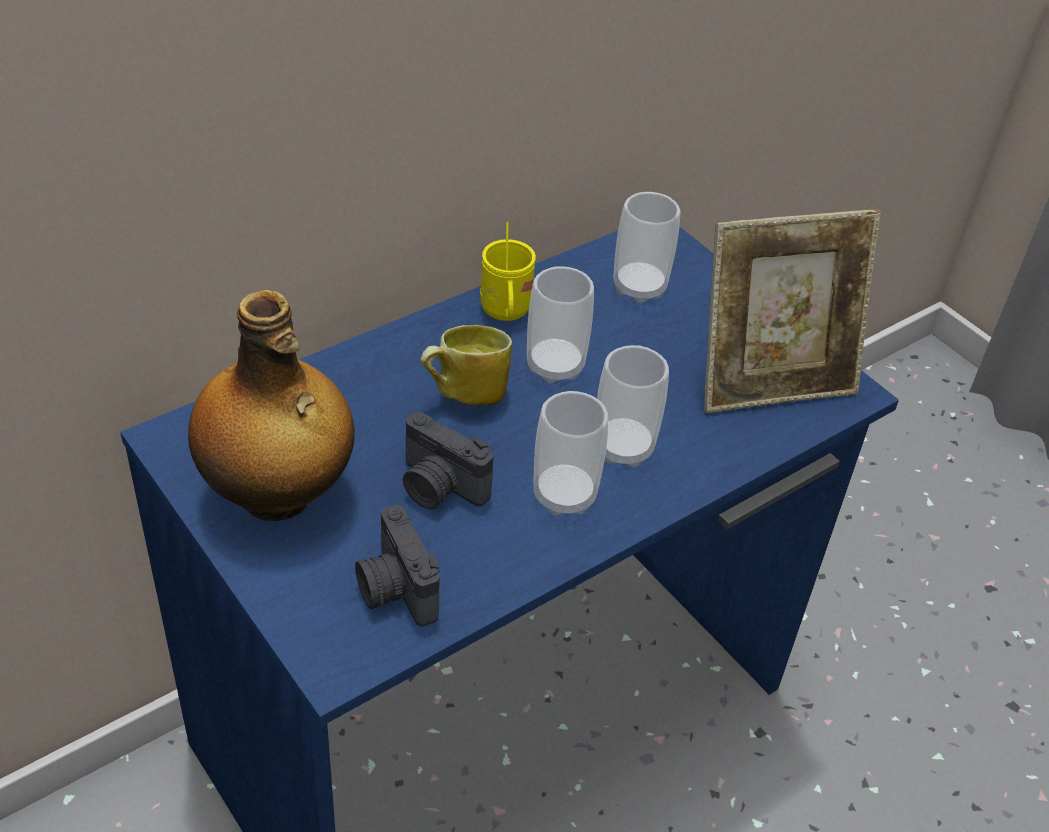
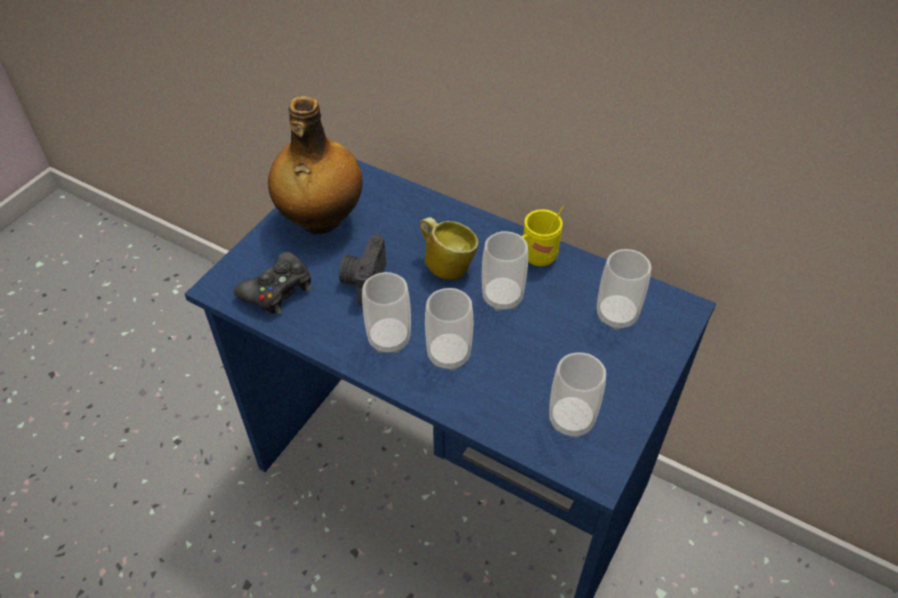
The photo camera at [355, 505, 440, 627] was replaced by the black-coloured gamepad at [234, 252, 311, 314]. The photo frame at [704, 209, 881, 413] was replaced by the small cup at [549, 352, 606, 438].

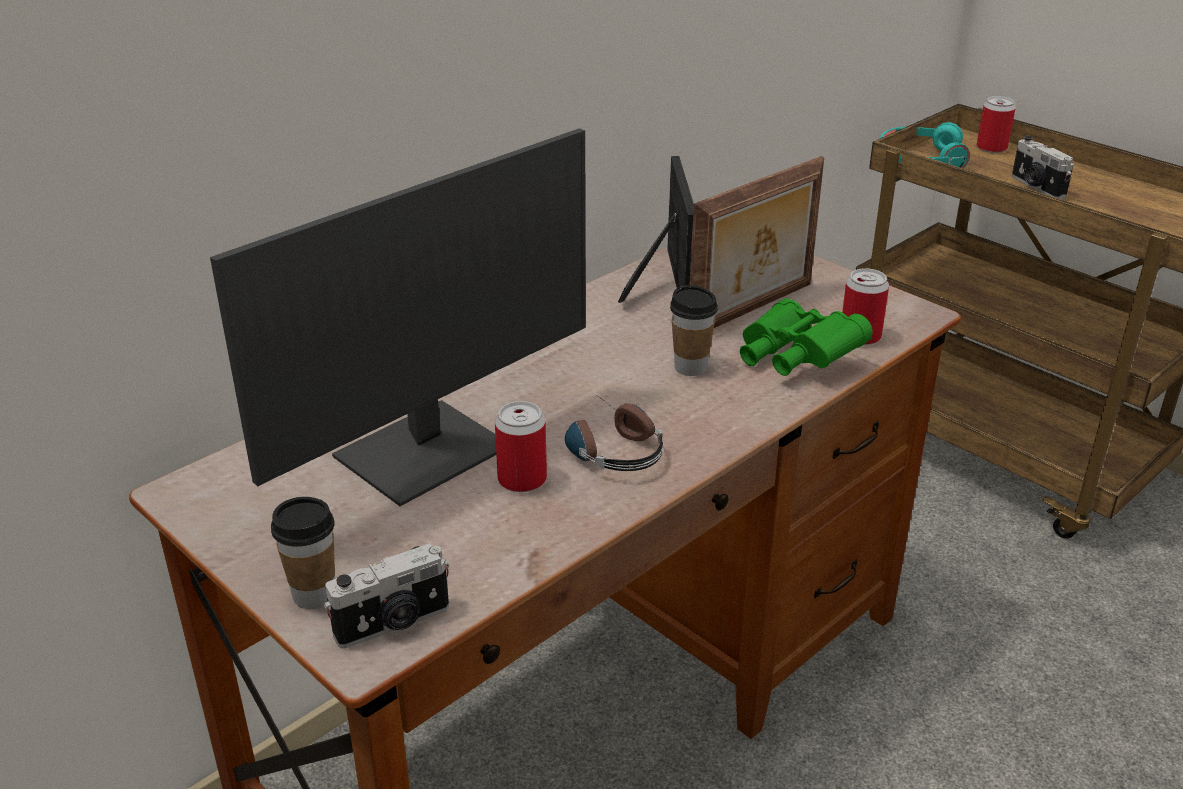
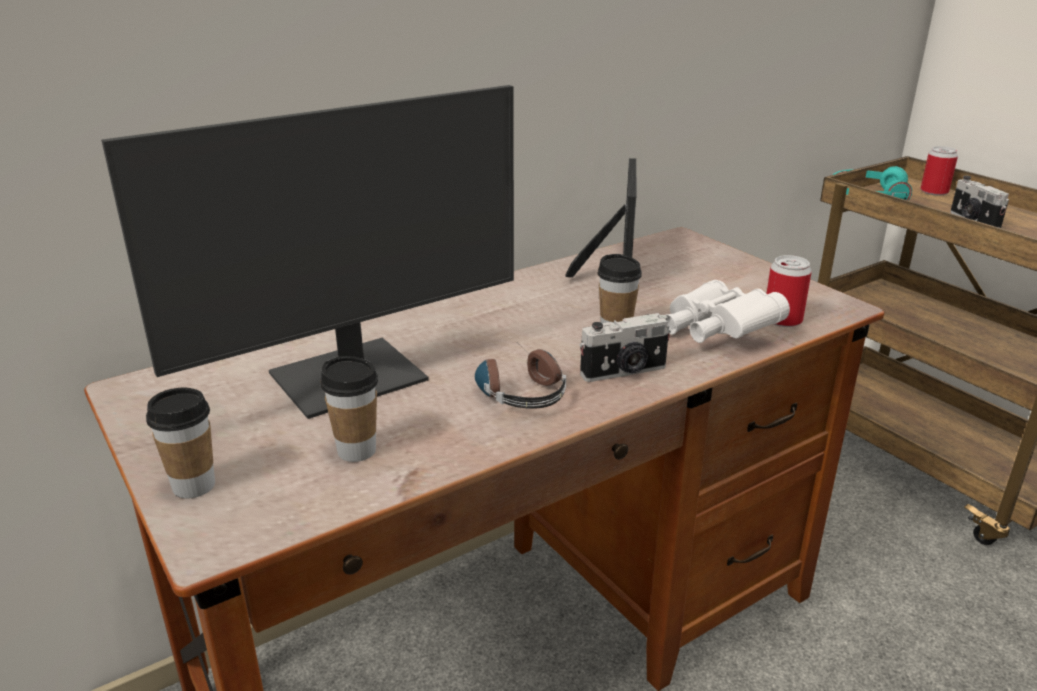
The small cup at [320, 356, 378, 462] appeared. The photo camera moved from [324, 543, 449, 649] to [580, 313, 671, 382]. The green-coloured pair of binoculars at [740, 299, 873, 376] became the whitish pair of binoculars at [666, 280, 790, 343]. The can at [495, 401, 547, 492] disappeared. The photo frame at [690, 156, 824, 328] disappeared.

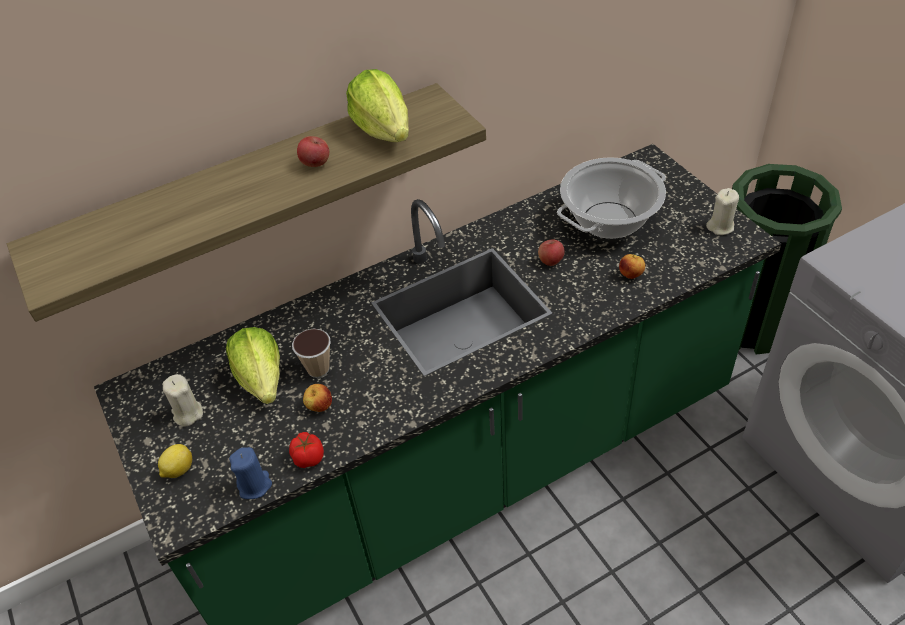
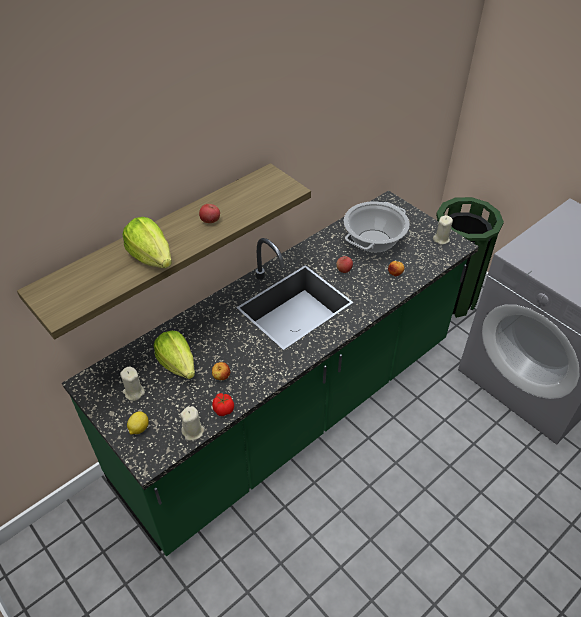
The lettuce moved from [346, 69, 409, 142] to [122, 217, 172, 268]. The bluish wax candle at [229, 447, 272, 499] became the beige wax candle at [180, 406, 205, 441]. The small cup at [292, 329, 331, 378] disappeared.

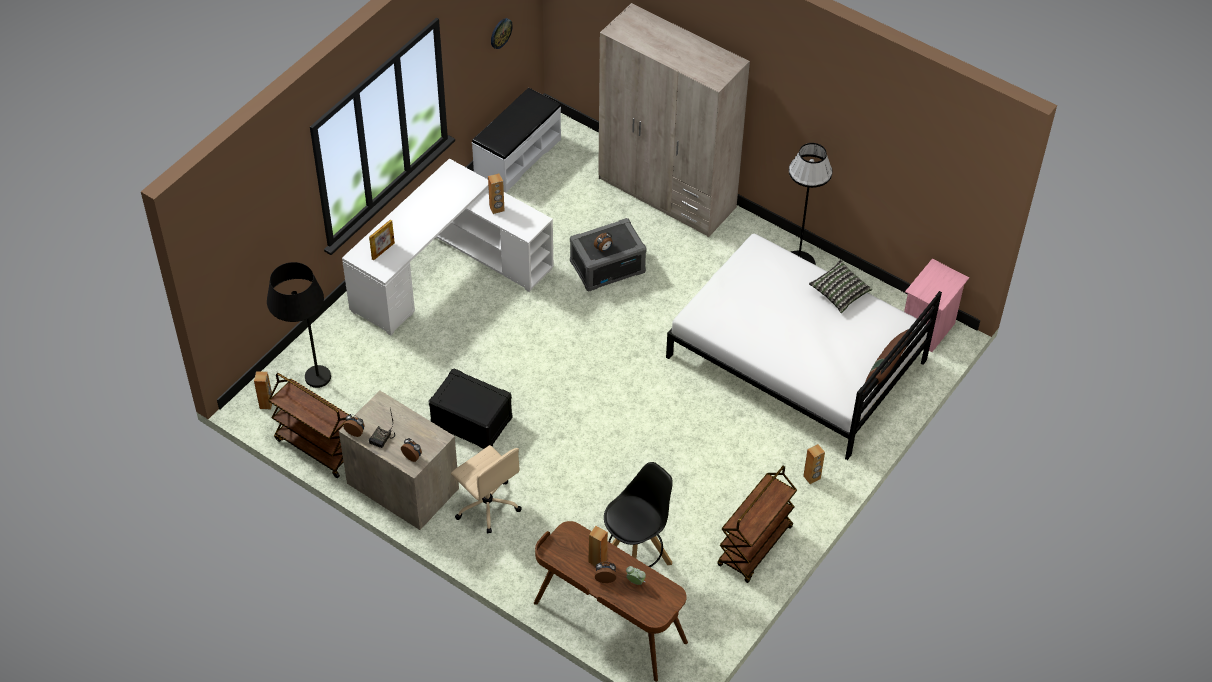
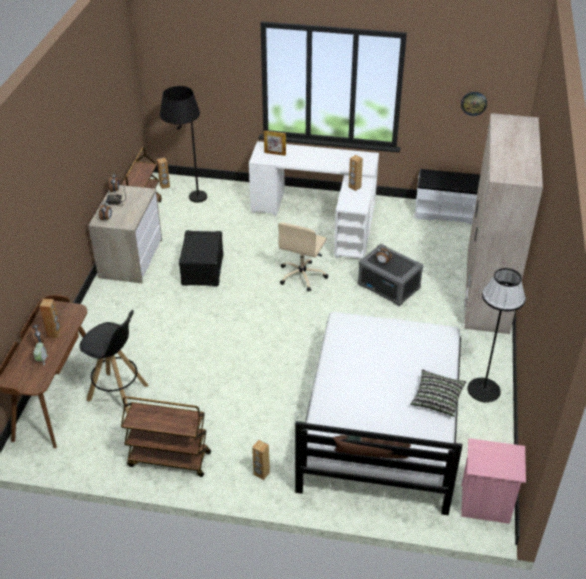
The beige office chair moved from [451, 445, 522, 534] to [278, 223, 328, 292].

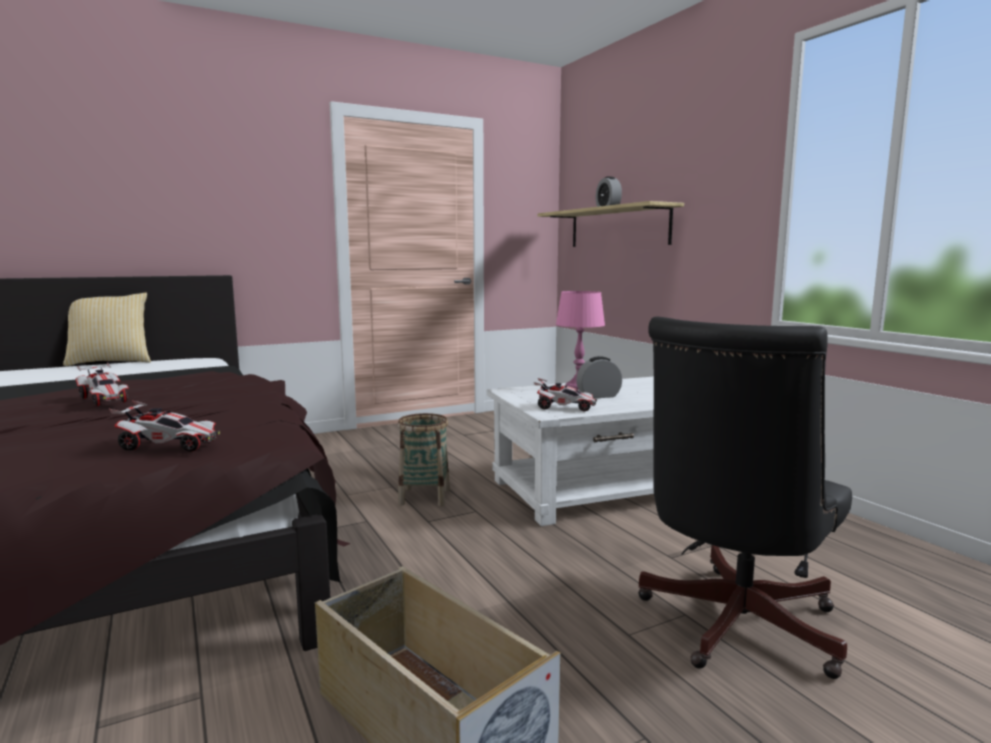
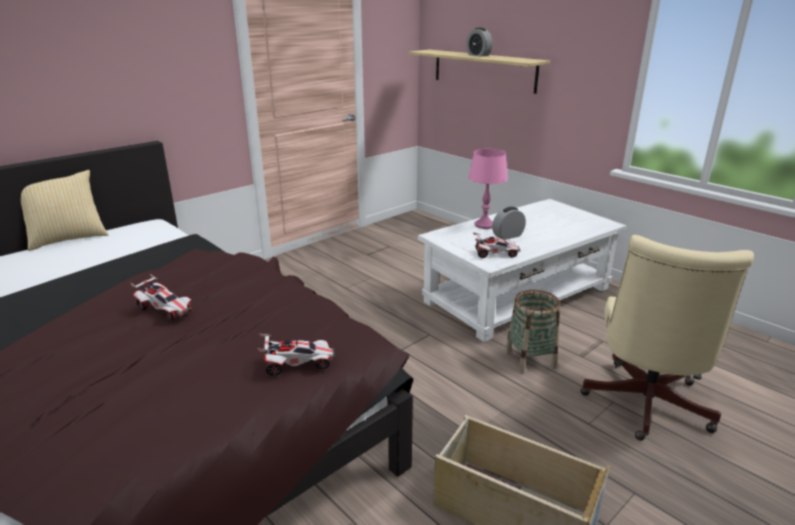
The household basket moved from [398, 413, 450, 506] to [505, 290, 560, 374]. The black-coloured office chair at [638, 317, 852, 679] became the beige office chair at [580, 235, 754, 441].

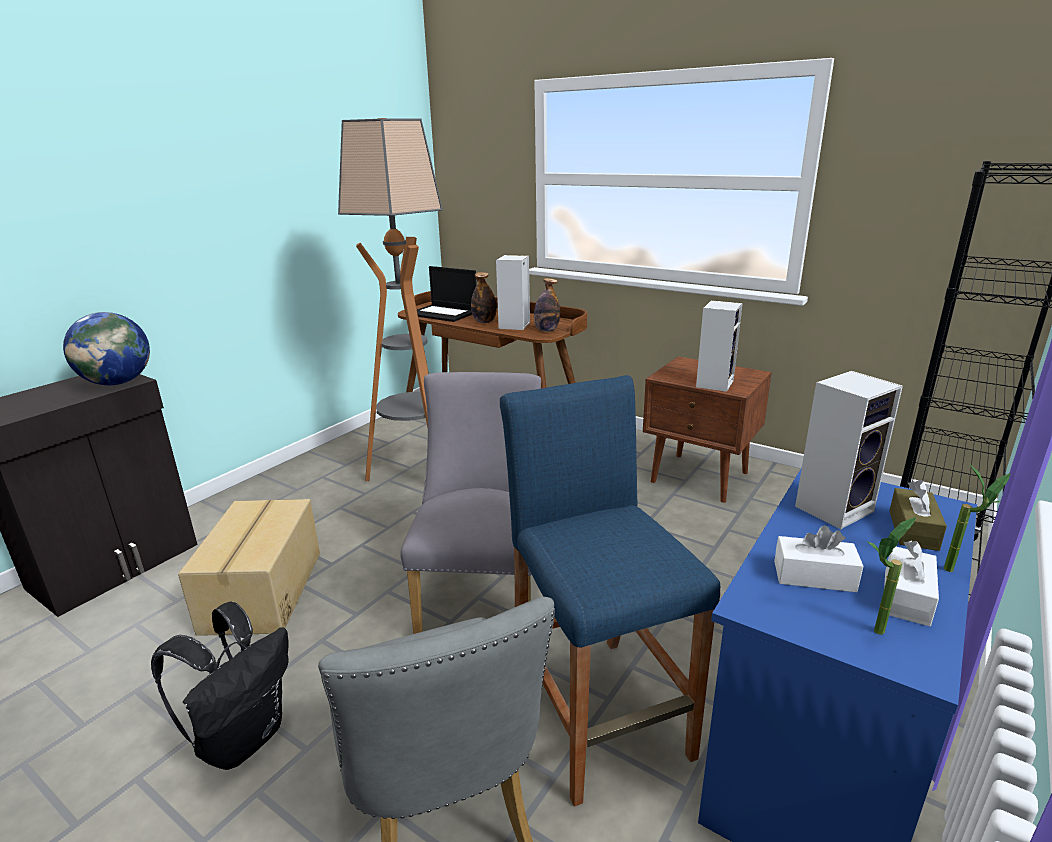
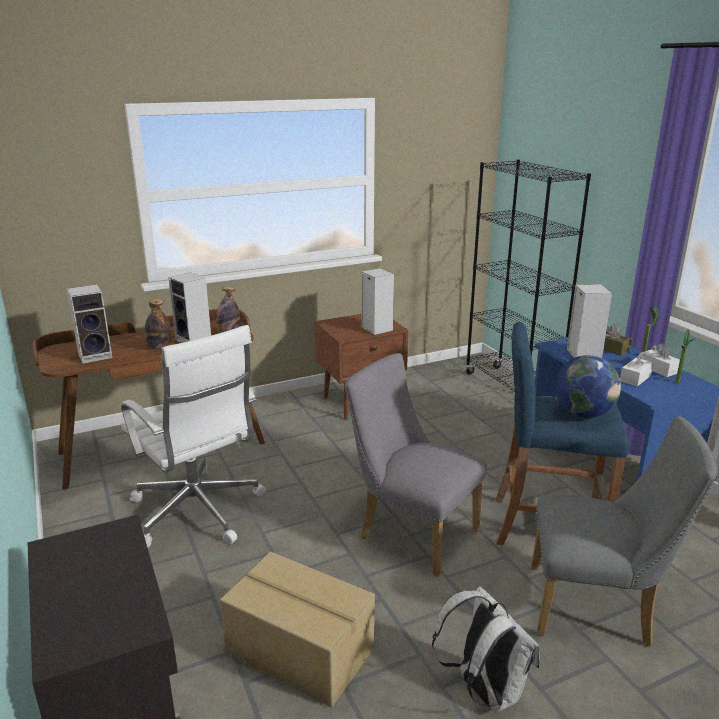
The notebook computer at [417, 266, 477, 322] was replaced by the audio speaker at [67, 284, 113, 363]. The floor lamp at [338, 118, 443, 481] was replaced by the whitish office chair at [121, 325, 266, 548]. The black-coloured knapsack at [151, 602, 289, 770] became the whitish knapsack at [432, 586, 540, 713]. The world globe moved from [63, 312, 150, 385] to [555, 355, 621, 418].

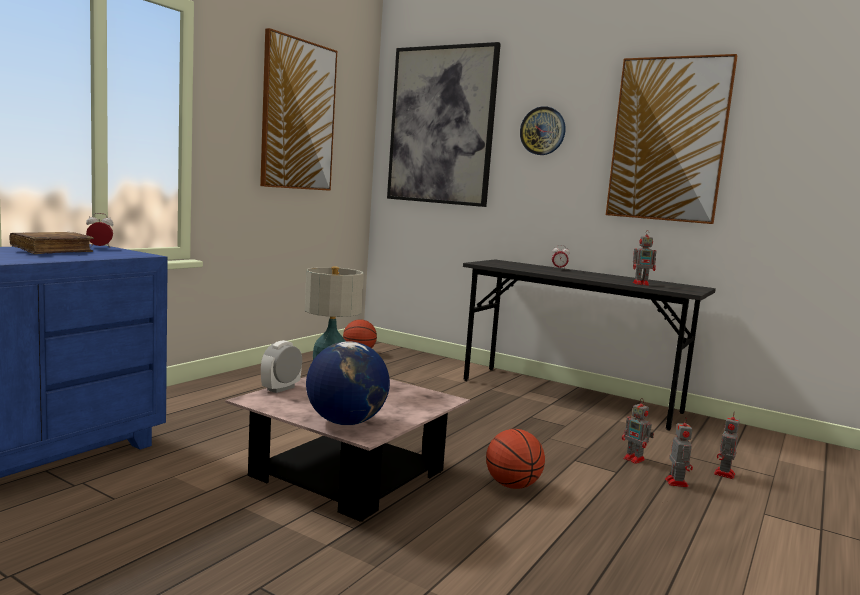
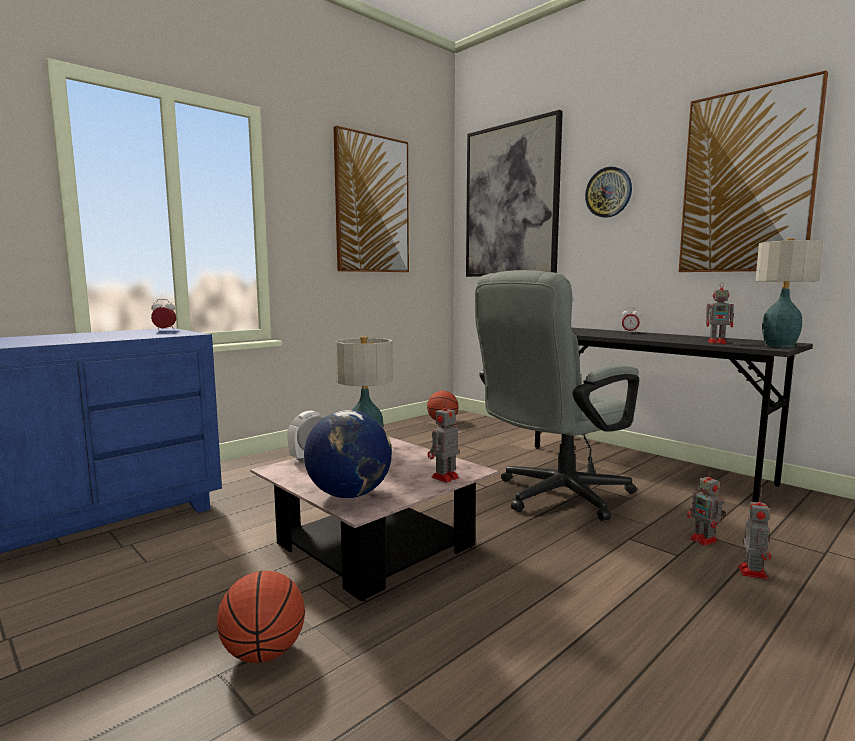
The ball for basketball moved from [486, 429, 545, 489] to [217, 571, 305, 663]. The model robot moved from [714, 414, 740, 479] to [428, 401, 459, 483]. The gray office chair at [475, 270, 639, 521] appeared. The lamp for a table at [755, 238, 823, 348] appeared. The brownish book at [9, 232, 94, 254] disappeared.

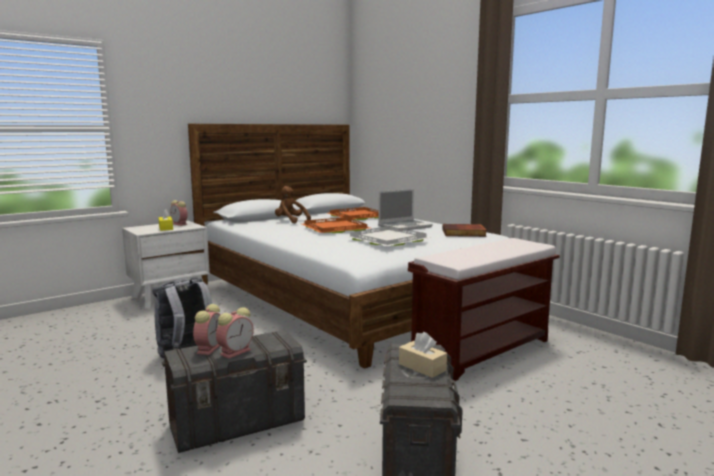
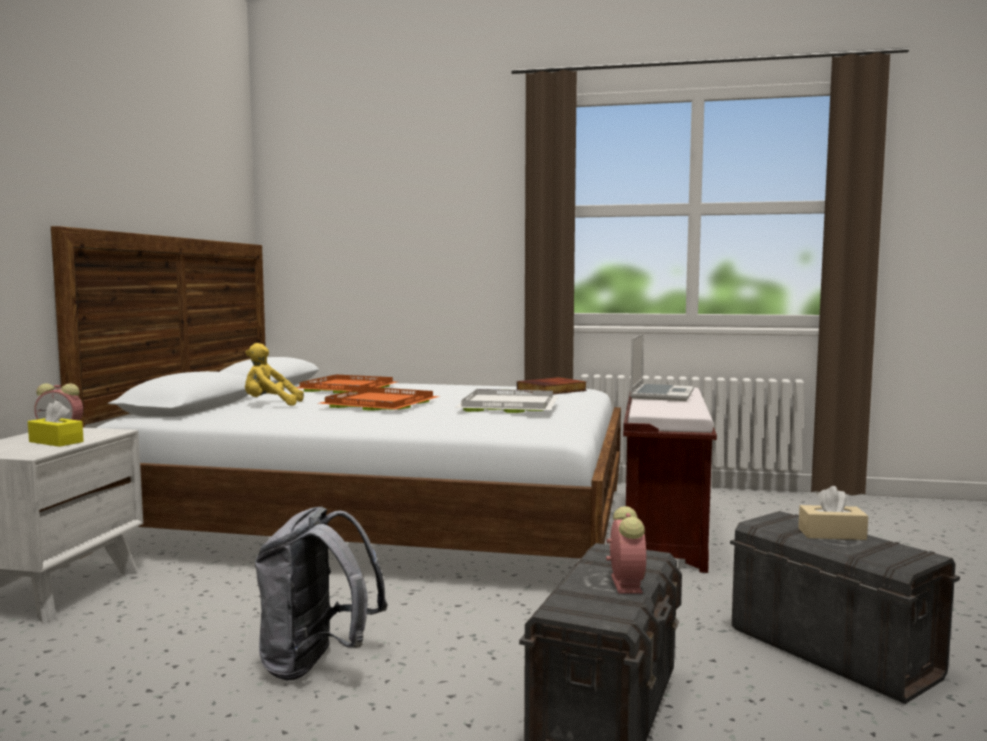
The brownish cuddly toy at [275, 186, 311, 223] became the yellow cuddly toy at [245, 343, 304, 406]. The notebook computer moved from [378, 189, 433, 231] to [630, 334, 694, 401]. The alarm clock at [193, 304, 220, 355] disappeared.

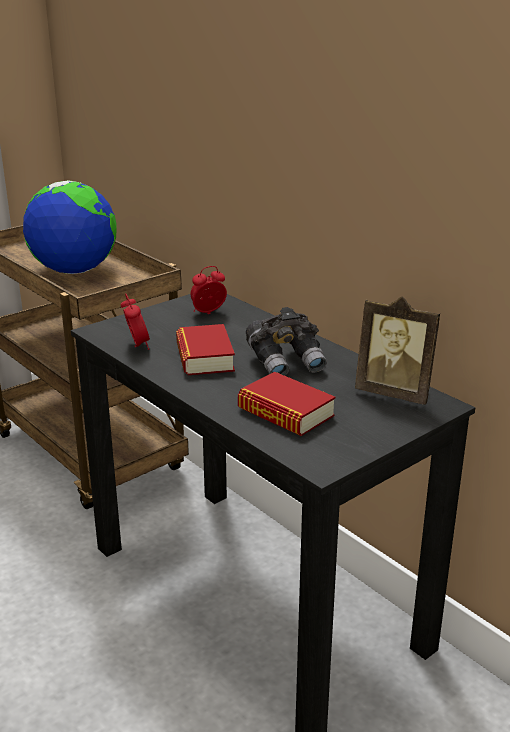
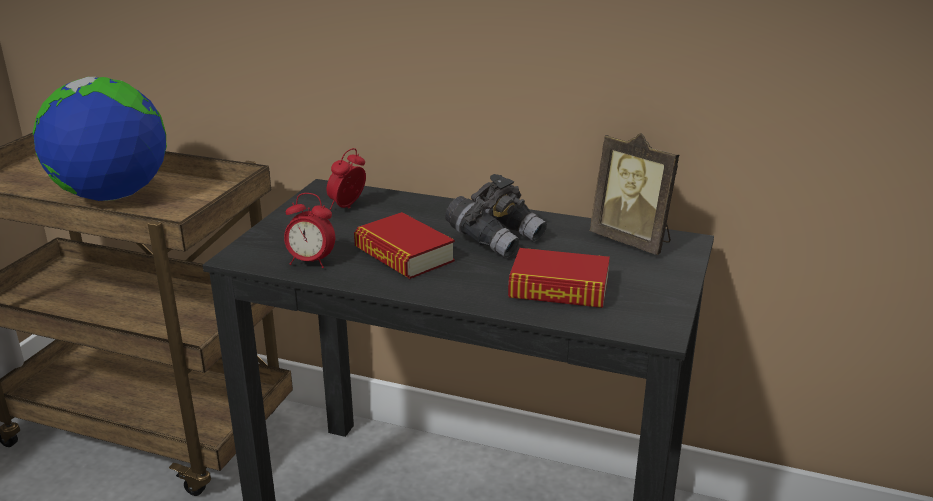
The alarm clock at [121, 293, 150, 350] turned 150 degrees clockwise. The photo frame at [355, 296, 440, 405] turned 45 degrees clockwise.

